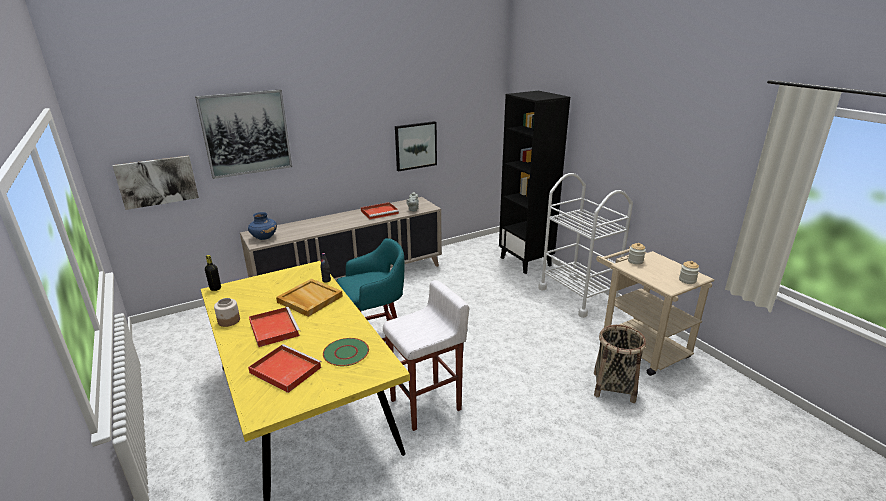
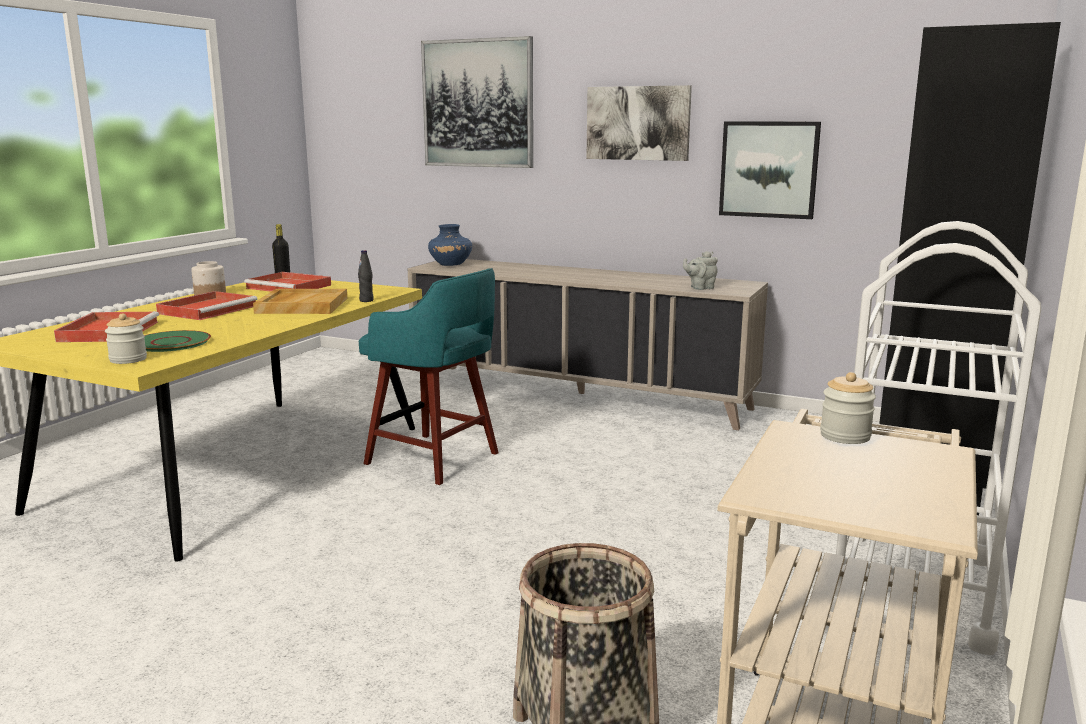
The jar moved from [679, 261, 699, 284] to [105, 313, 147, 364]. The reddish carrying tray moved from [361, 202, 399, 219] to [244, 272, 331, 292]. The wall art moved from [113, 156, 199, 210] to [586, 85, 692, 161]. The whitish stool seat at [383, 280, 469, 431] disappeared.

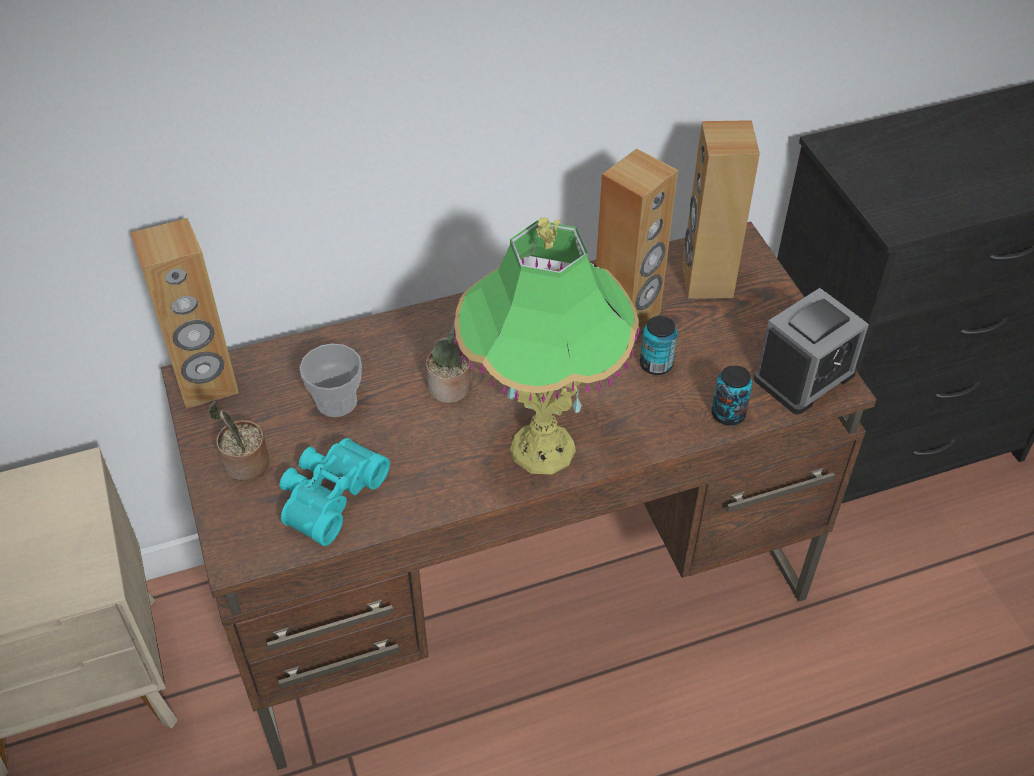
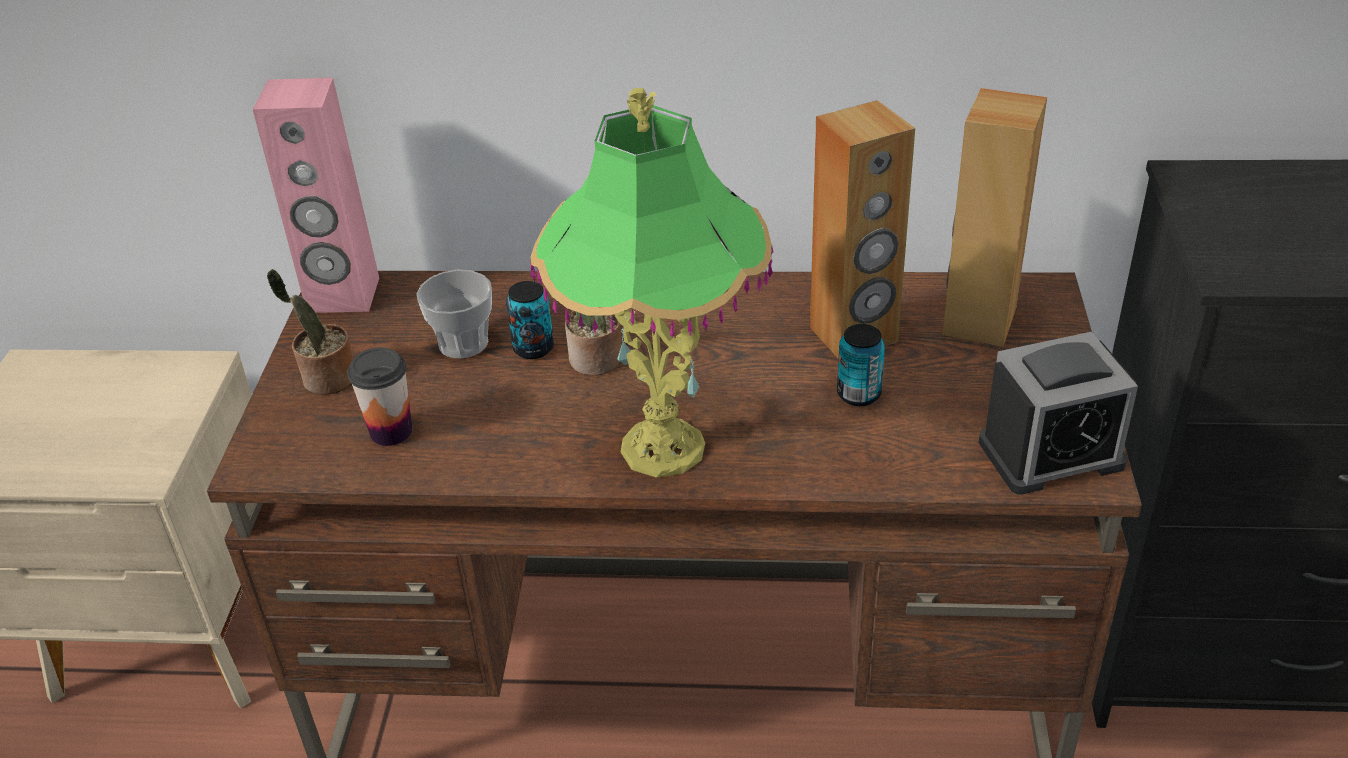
The brownish audio speaker at [131, 218, 239, 409] became the pink audio speaker at [253, 78, 379, 313]. The turquoise pair of binoculars at [279, 438, 390, 546] was replaced by the small cup at [347, 348, 412, 446]. The can moved from [712, 365, 753, 426] to [506, 281, 554, 359].

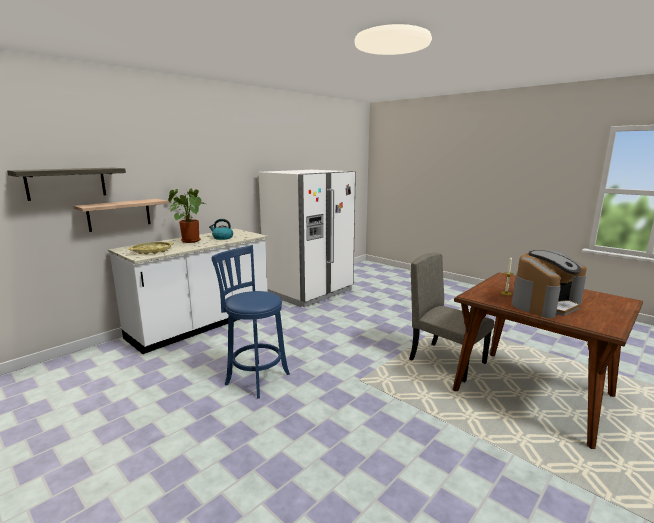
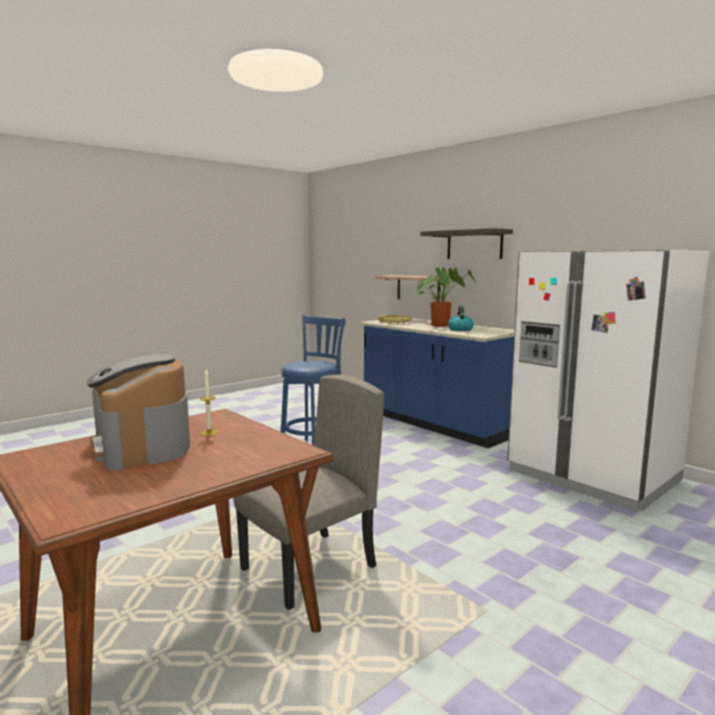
The whitish counter at [108, 229, 268, 354] became the bluish counter at [360, 318, 514, 448]. The bracket shelf moved from [7, 168, 126, 201] to [421, 228, 513, 259].

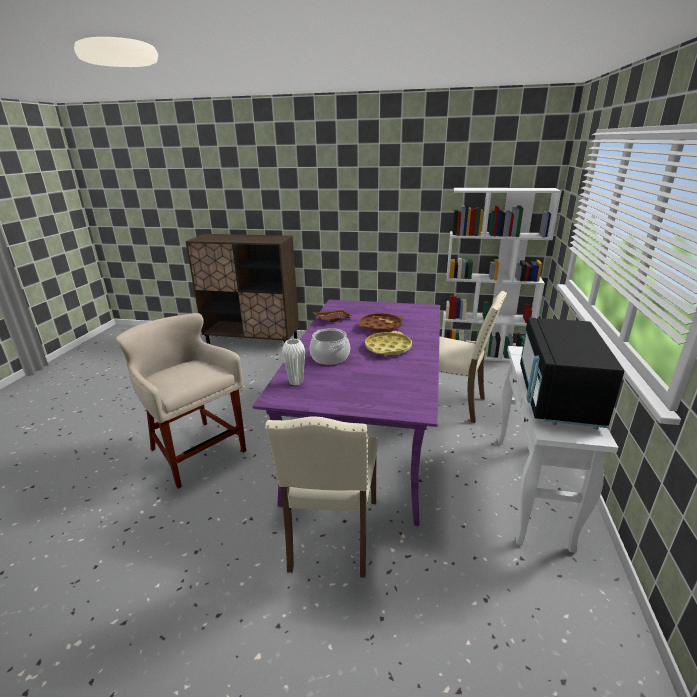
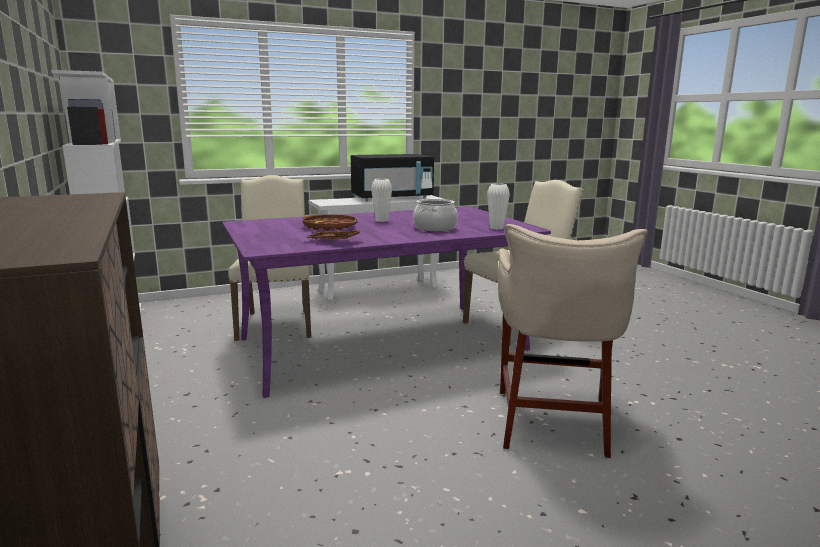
The yellow carrying tray at [365, 331, 412, 355] was replaced by the whitish decorative vase at [371, 178, 392, 222].

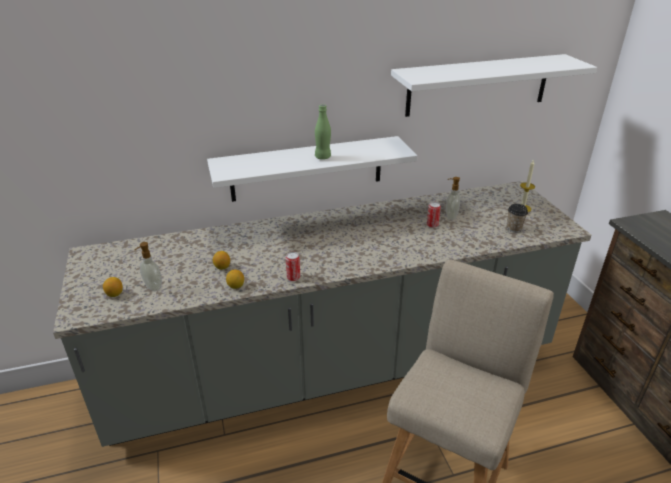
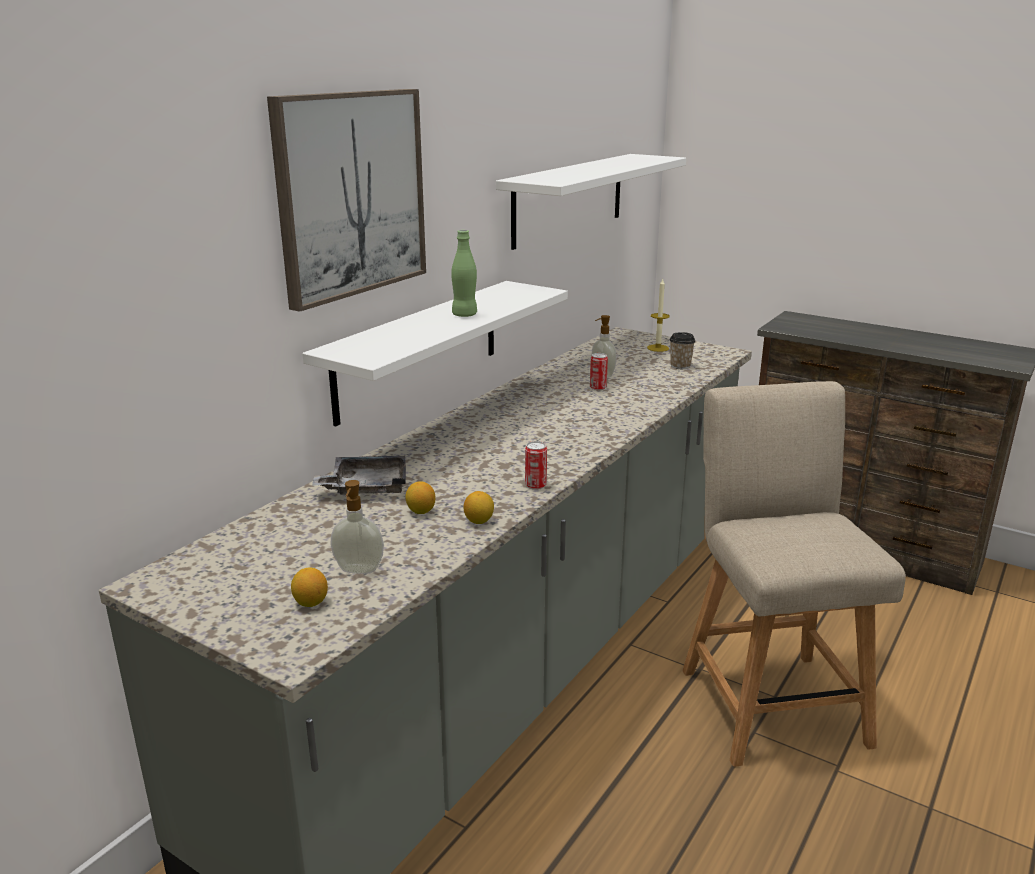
The wall art at [267, 89, 426, 312] appeared. The gray carrying tray at [312, 455, 406, 495] appeared.

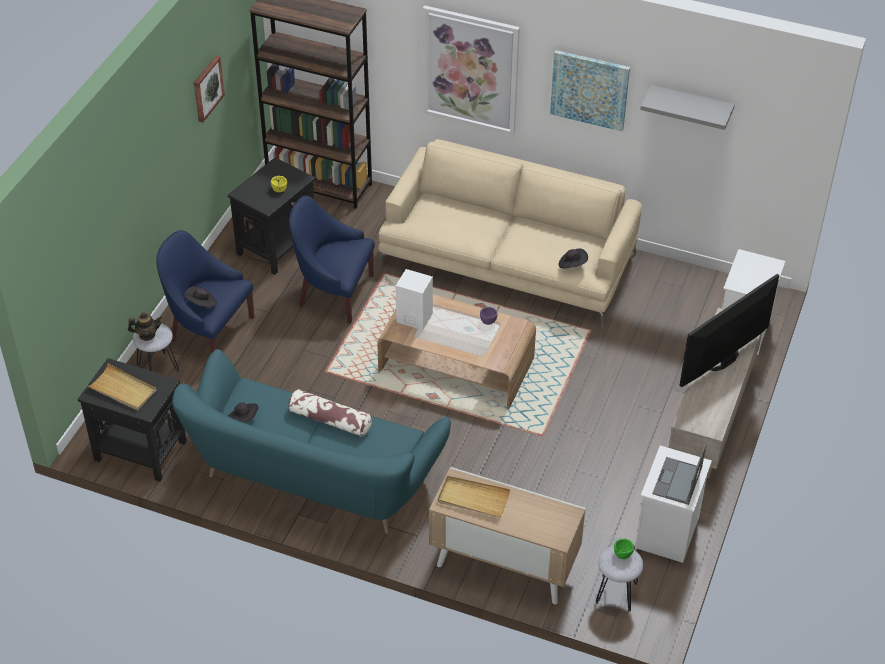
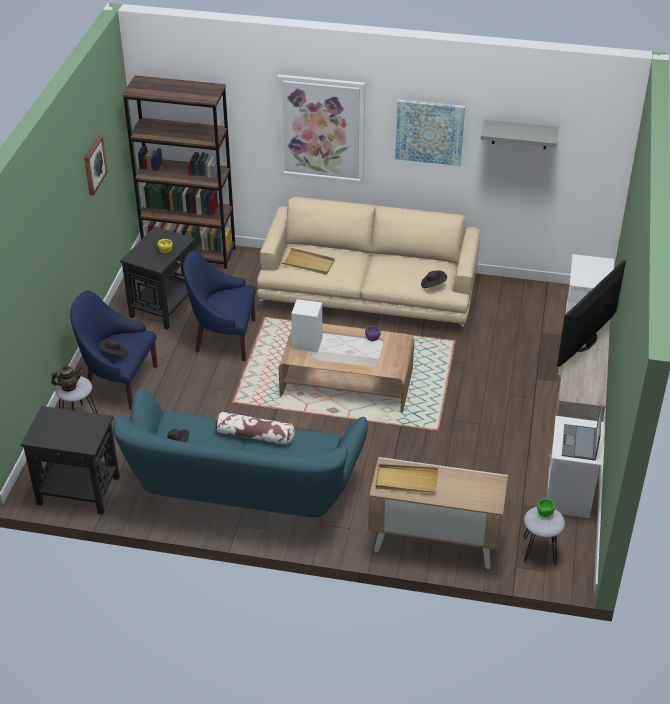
The beige carrying tray moved from [86, 364, 156, 410] to [282, 248, 335, 275].

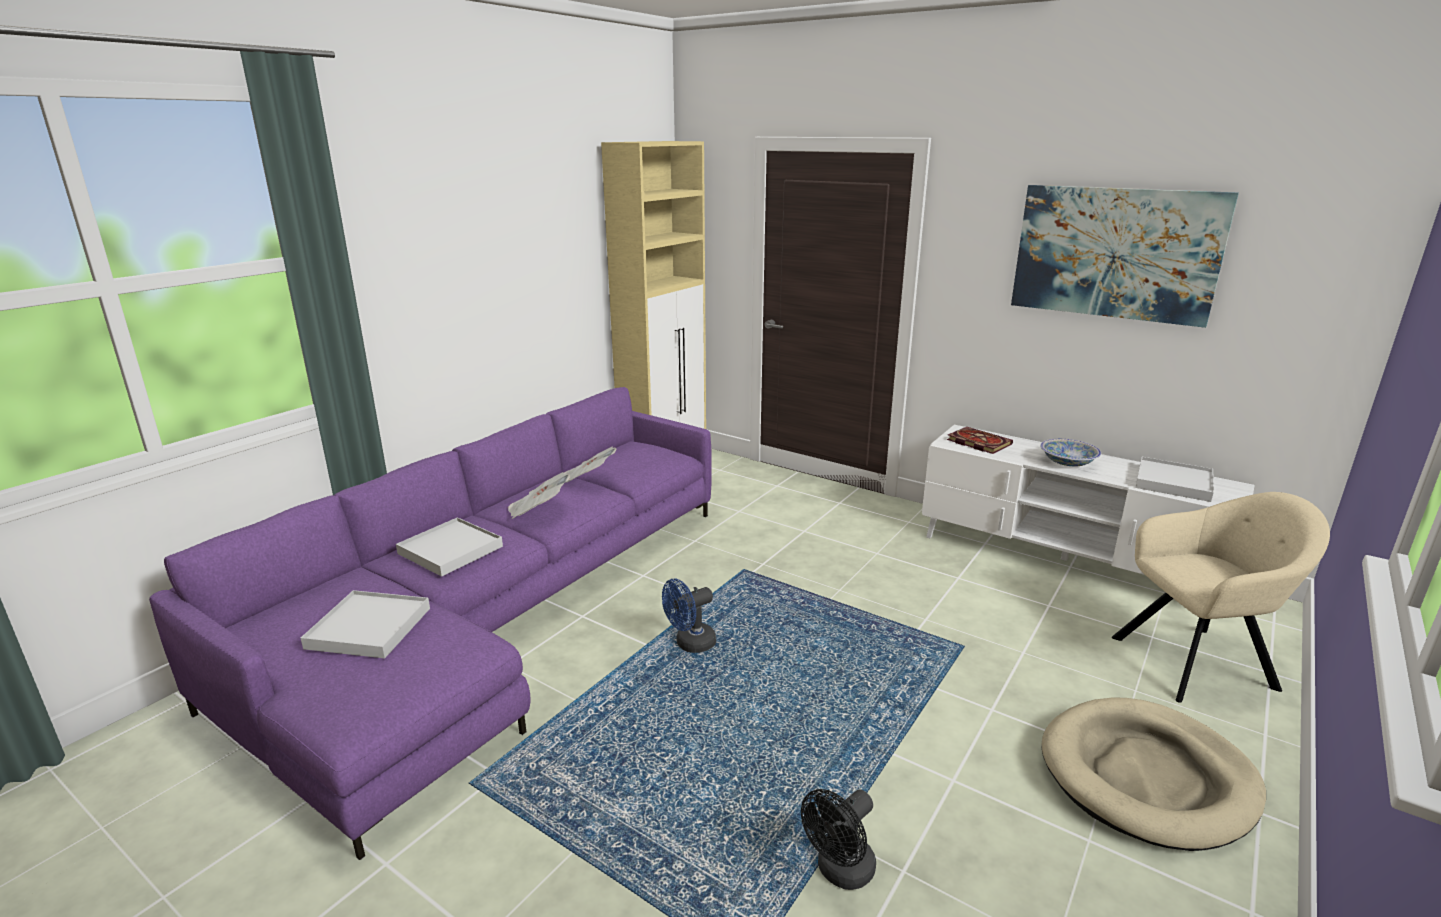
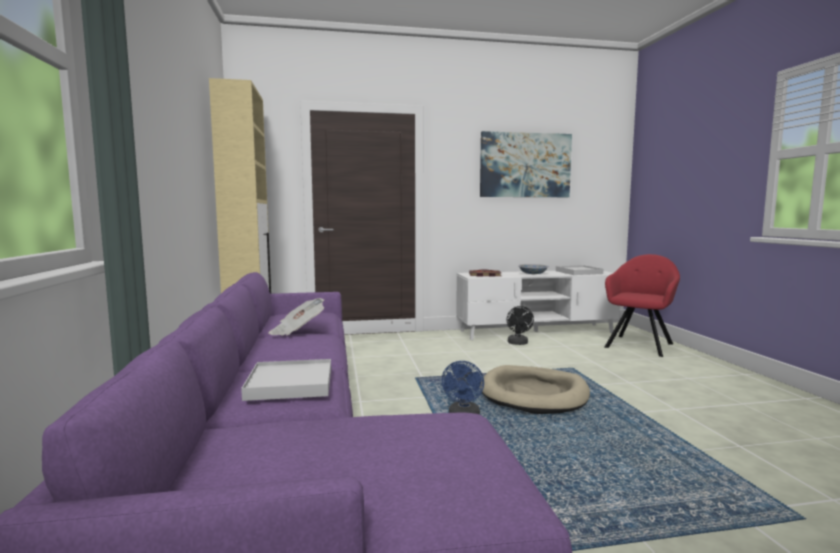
The beige dog cushion moved from [1041, 697, 1266, 851] to [480, 365, 590, 414]. The black-coloured fan moved from [801, 789, 876, 890] to [506, 306, 534, 345]. The beige easy chair at [1112, 492, 1330, 703] became the reddish easy chair at [604, 254, 680, 357]. The whitish carrying tray at [301, 590, 430, 658] disappeared. The daily paper at [508, 472, 570, 519] disappeared.

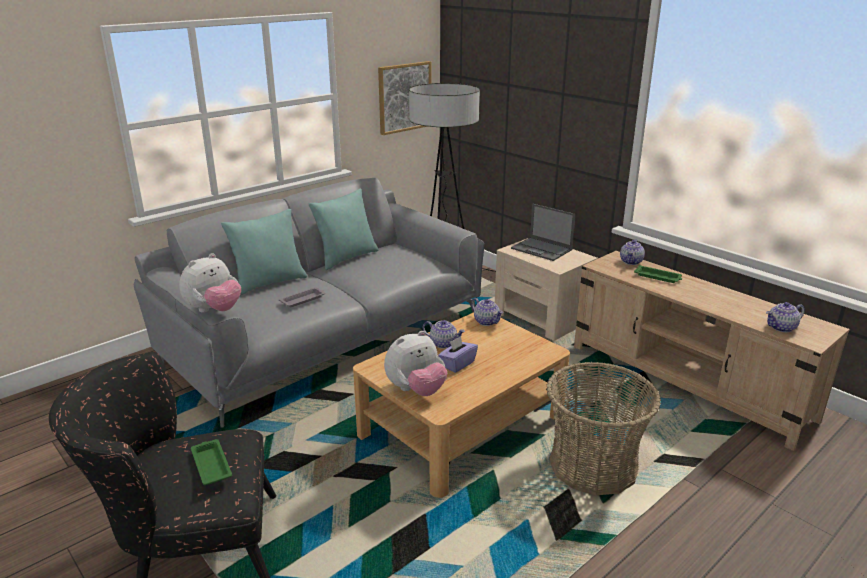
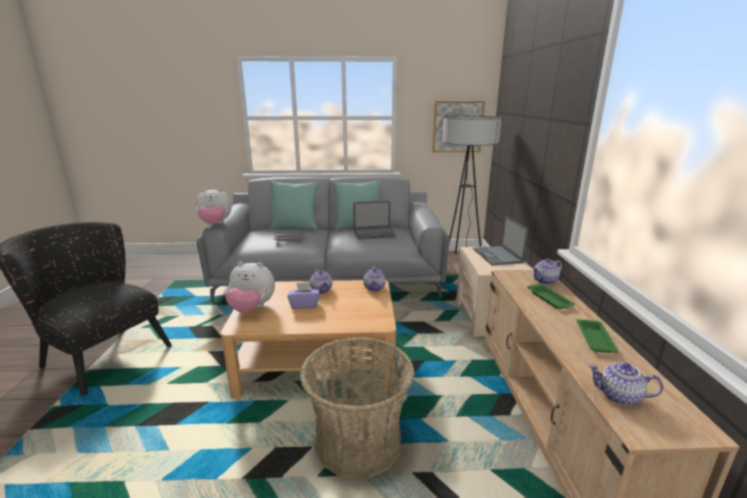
The notebook computer at [353, 201, 396, 239] appeared. The green-coloured carrying tray moved from [191, 439, 232, 485] to [577, 319, 618, 353].

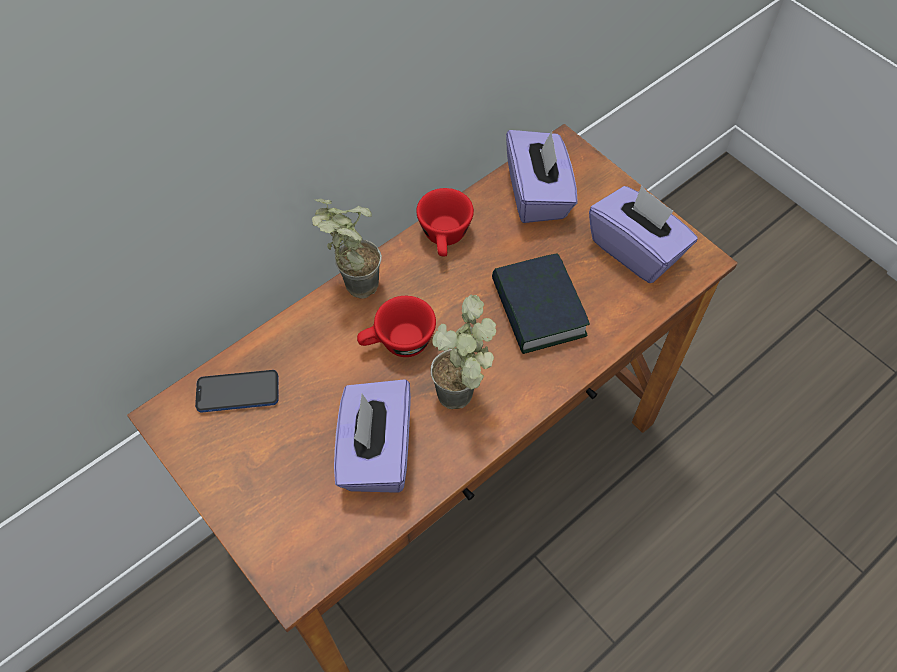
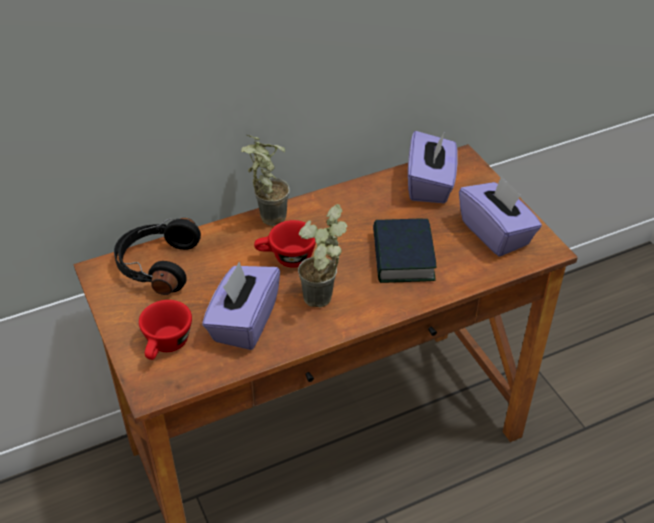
The handset at [195, 370, 278, 413] was replaced by the black-coloured headphones at [114, 218, 201, 295]. The reddish small cup moved from [416, 188, 474, 257] to [139, 300, 192, 360].

